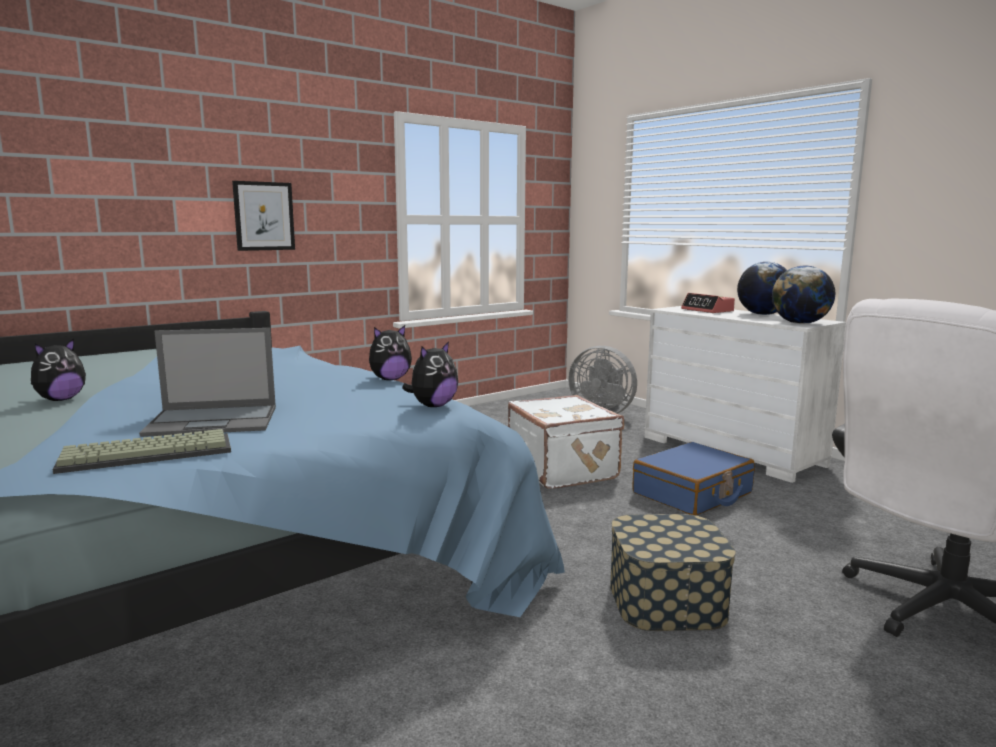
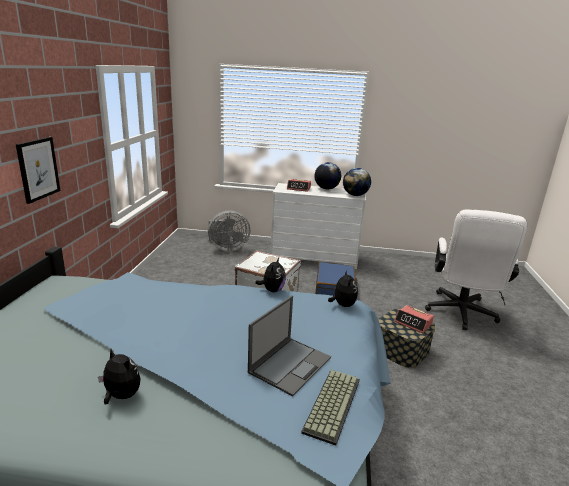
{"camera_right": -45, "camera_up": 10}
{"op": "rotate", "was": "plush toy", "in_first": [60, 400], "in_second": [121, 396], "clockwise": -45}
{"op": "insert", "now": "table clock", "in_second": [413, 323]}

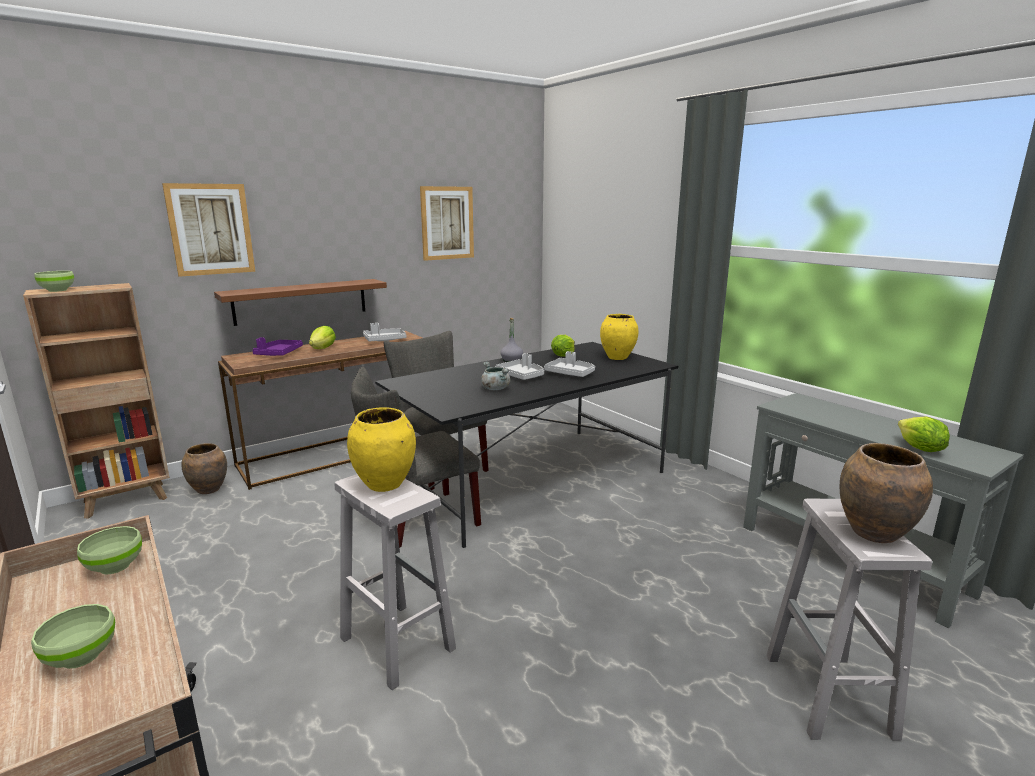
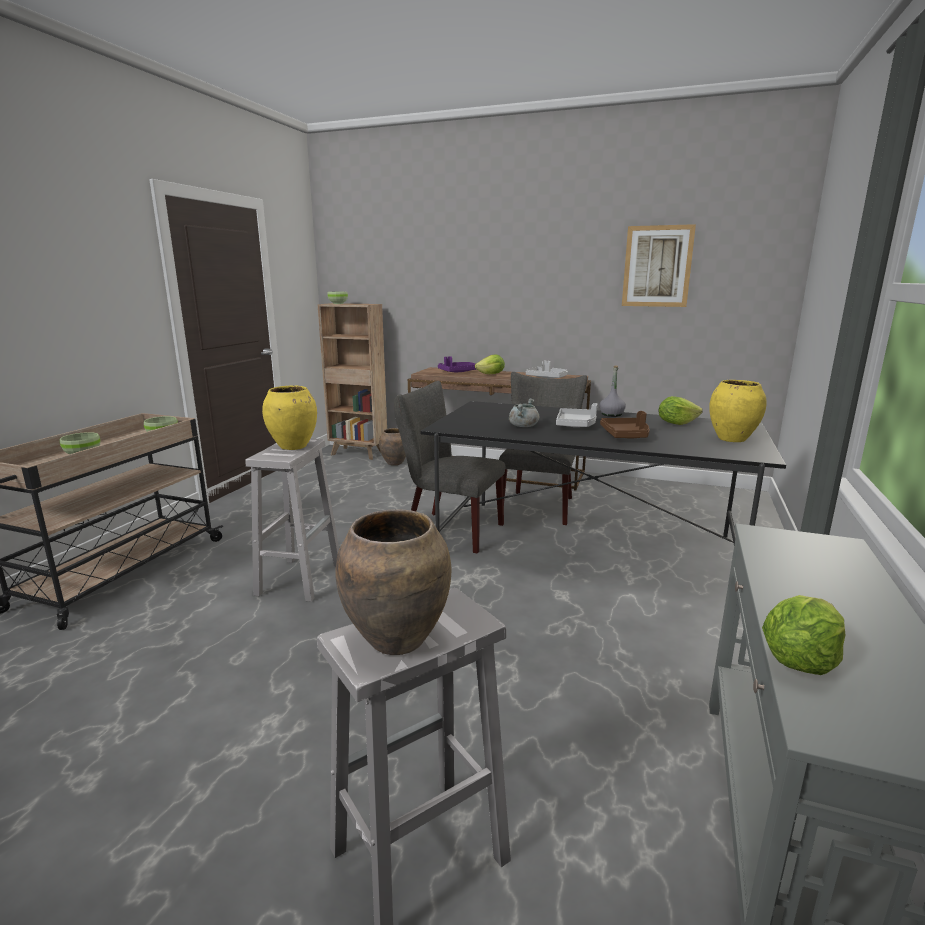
{"camera_right": 55, "camera_up": 0}
{"op": "recolor", "was": "gray tray", "now": "brown-coloured tray", "in_first": [570, 373], "in_second": [626, 435]}
{"op": "delete", "was": "wall picture", "in_first": [211, 229]}
{"op": "delete", "was": "brown-coloured wall shelf", "in_first": [301, 301]}

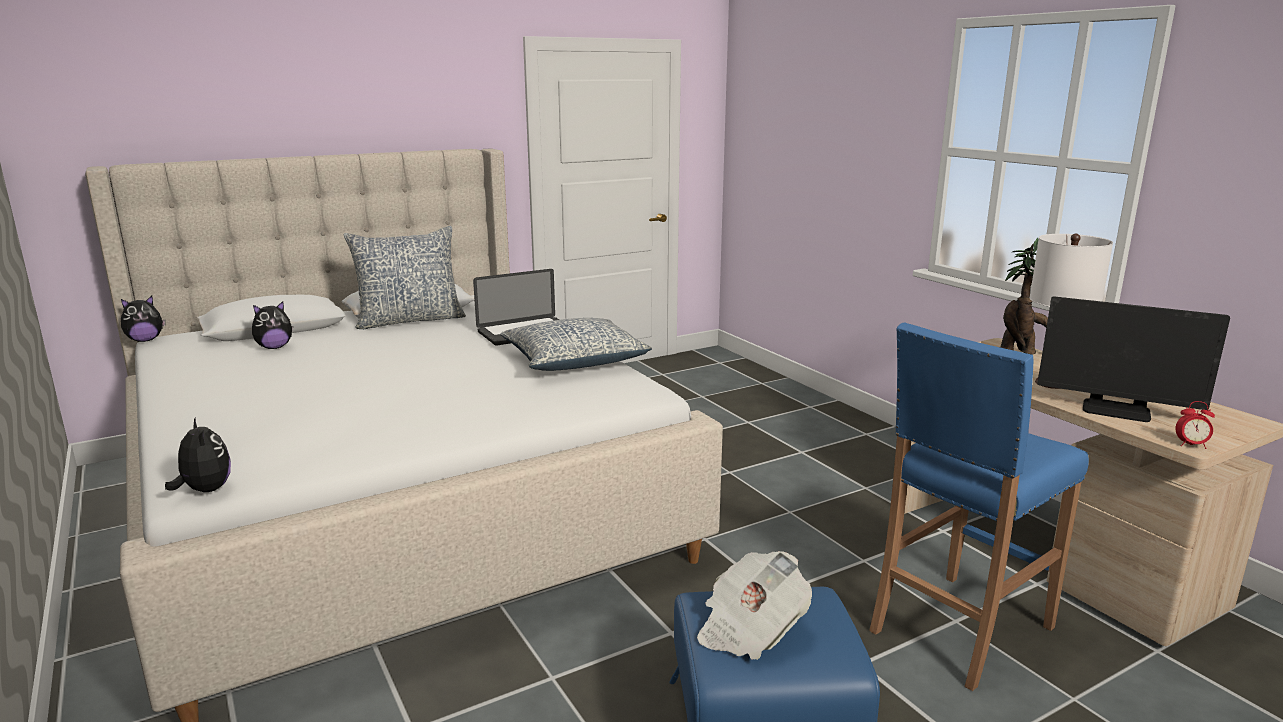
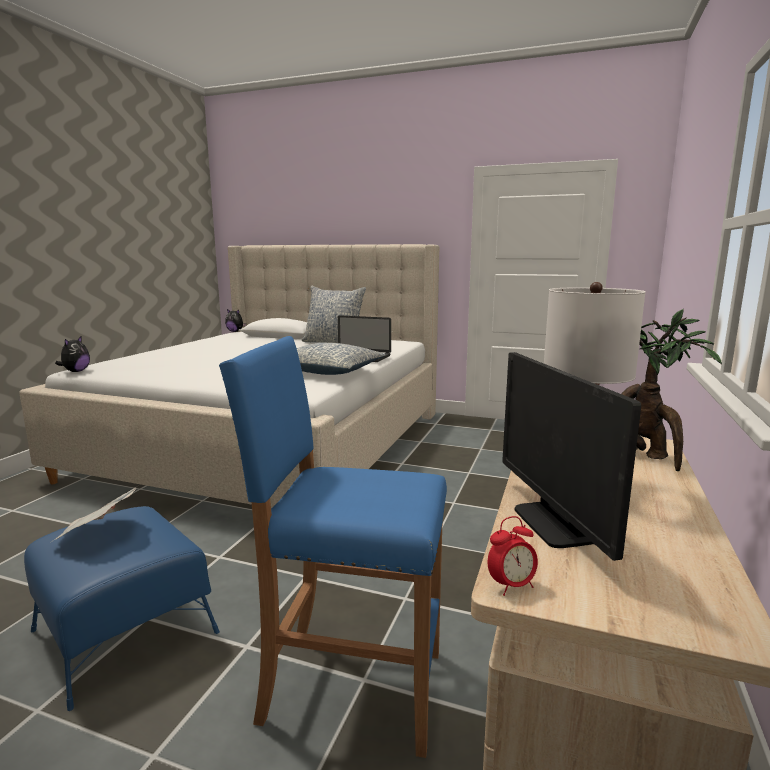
{"camera_right": 50, "camera_up": -5}
{"op": "rotate", "was": "table clock", "in_first": [1191, 445], "in_second": [511, 586], "clockwise": -90}
{"op": "delete", "was": "plush toy", "in_first": [274, 347]}

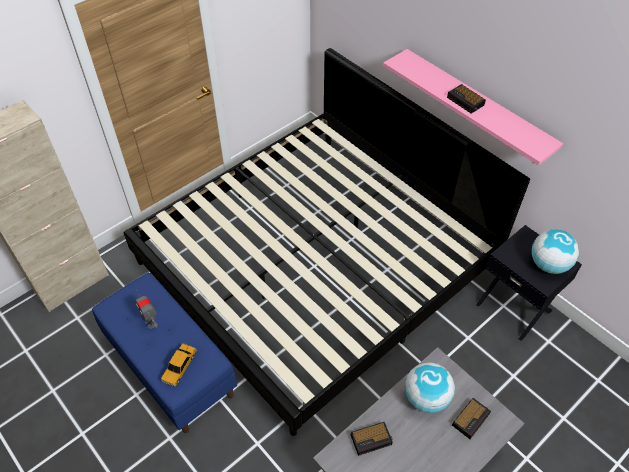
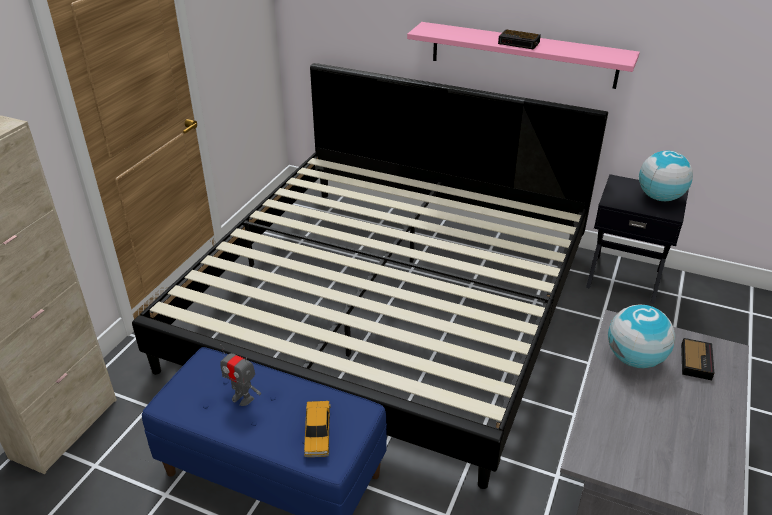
{"camera_right": -25, "camera_up": -15}
{"op": "delete", "was": "table clock", "in_first": [372, 439]}

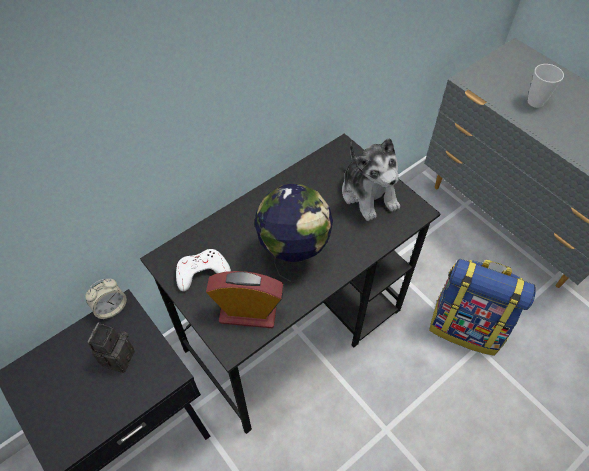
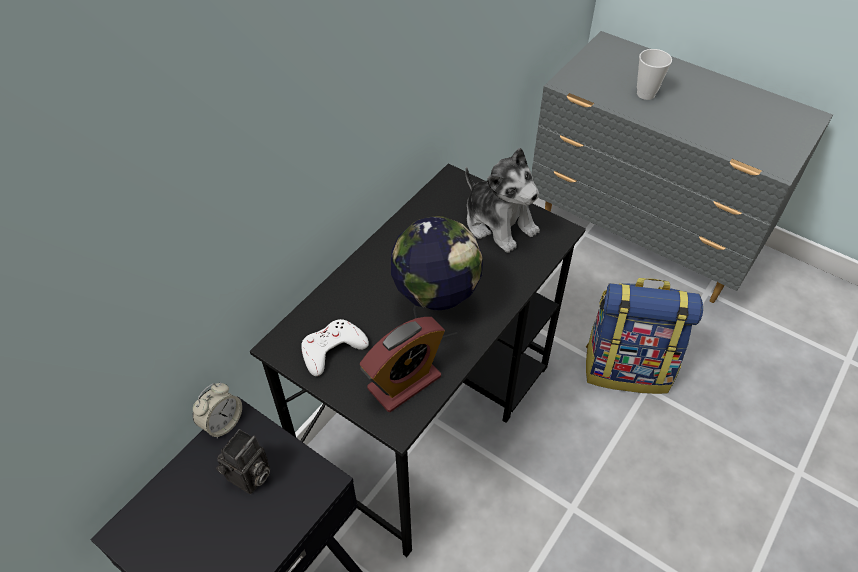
{"camera_right": -15, "camera_up": -5}
{"op": "rotate", "was": "photo camera", "in_first": [117, 356], "in_second": [249, 477], "clockwise": -150}
{"op": "rotate", "was": "table clock", "in_first": [248, 312], "in_second": [404, 382], "clockwise": 150}

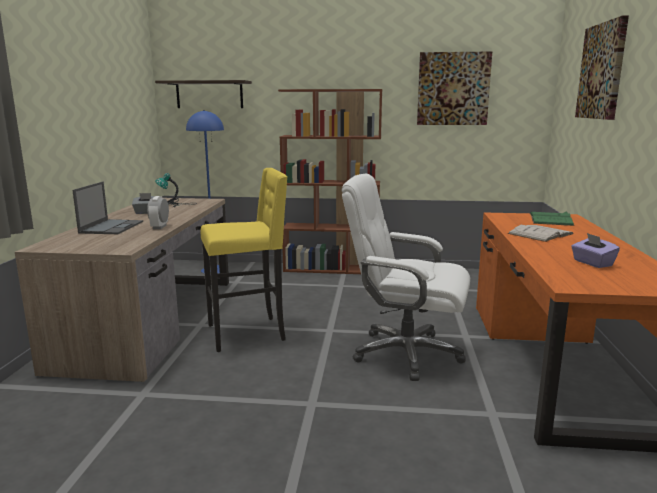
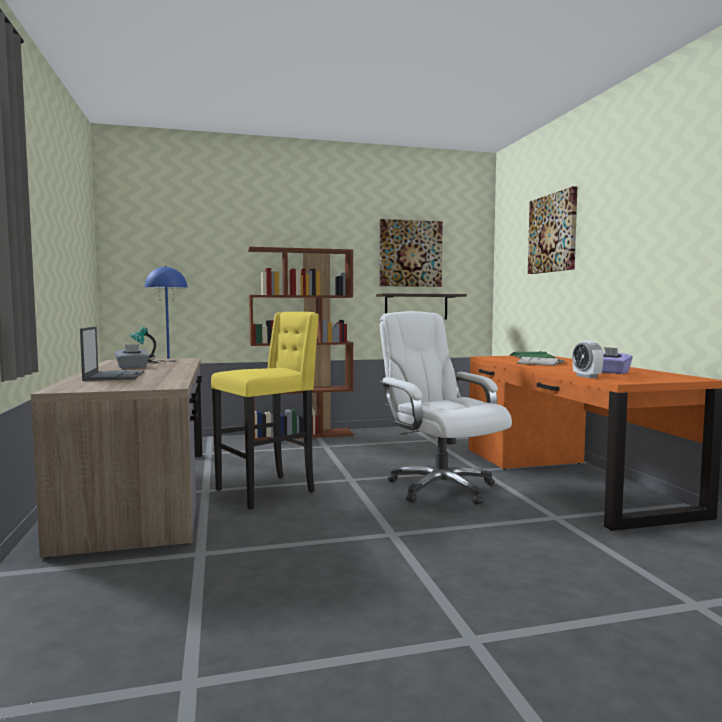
{"camera_right": -20, "camera_up": -10}
{"op": "move", "was": "wall shelf", "in_first": [209, 94], "in_second": [416, 307]}
{"op": "rotate", "was": "white-coloured desk chair", "in_first": [405, 353], "in_second": [440, 487], "clockwise": 60}
{"op": "move", "was": "table clock", "in_first": [159, 227], "in_second": [586, 376]}

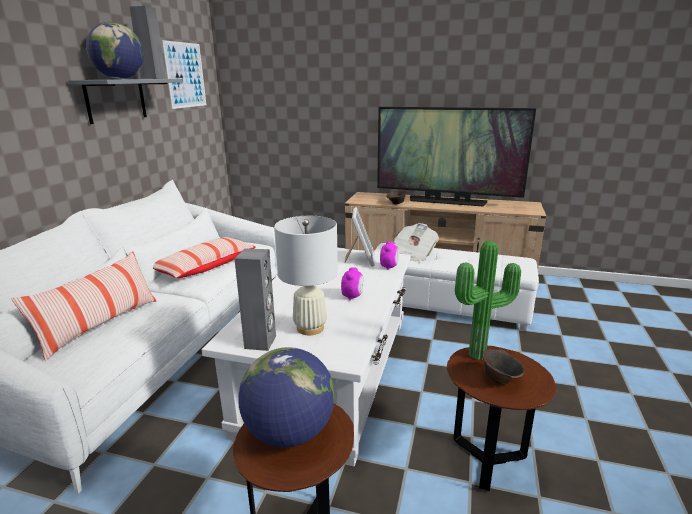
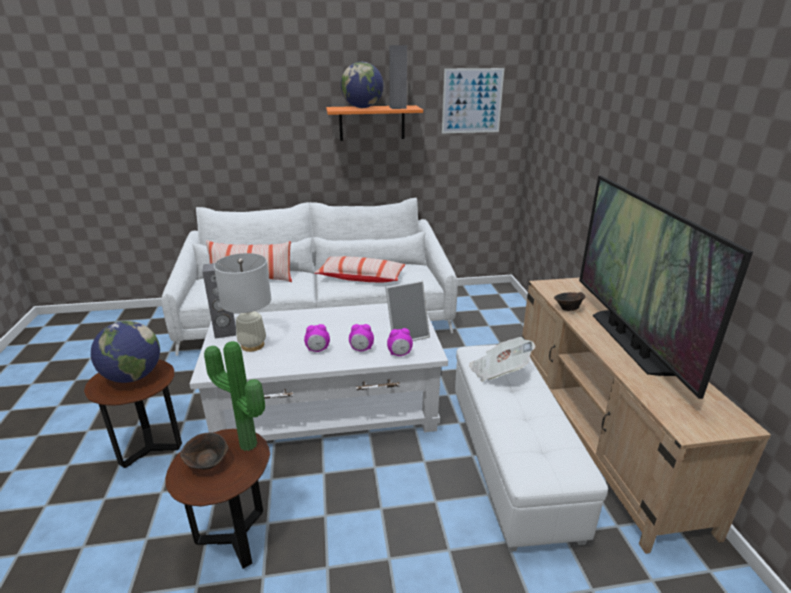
{"camera_right": 65, "camera_up": 5}
{"op": "recolor", "was": "gray wall shelf", "now": "orangey wall shelf", "in_first": [116, 100], "in_second": [372, 123]}
{"op": "insert", "now": "table clock", "in_second": [361, 349]}

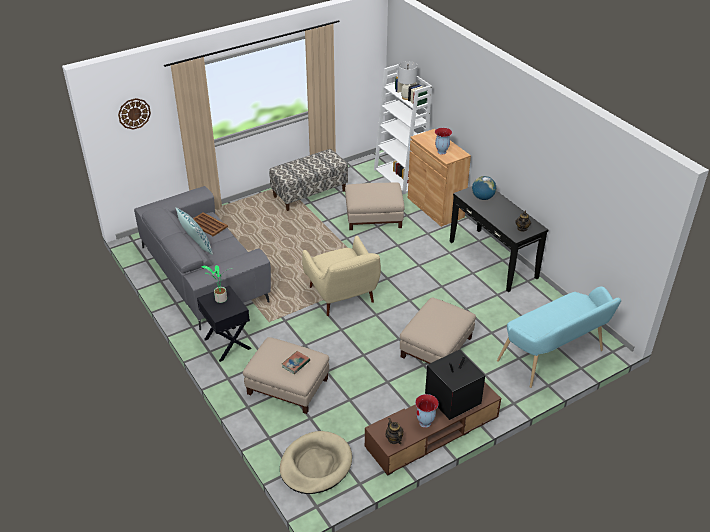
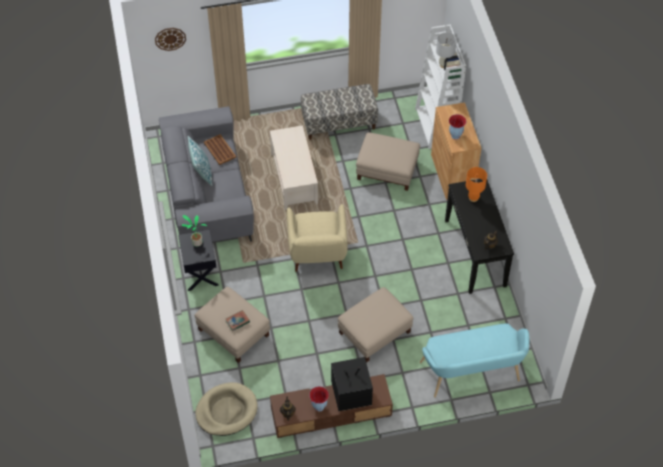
{"camera_right": 20, "camera_up": 15}
{"op": "insert", "now": "sand-coloured lounge table", "in_second": [294, 178]}
{"op": "replace", "was": "globe", "now": "orangey tabletop lamp", "in_first": [483, 198], "in_second": [473, 198]}

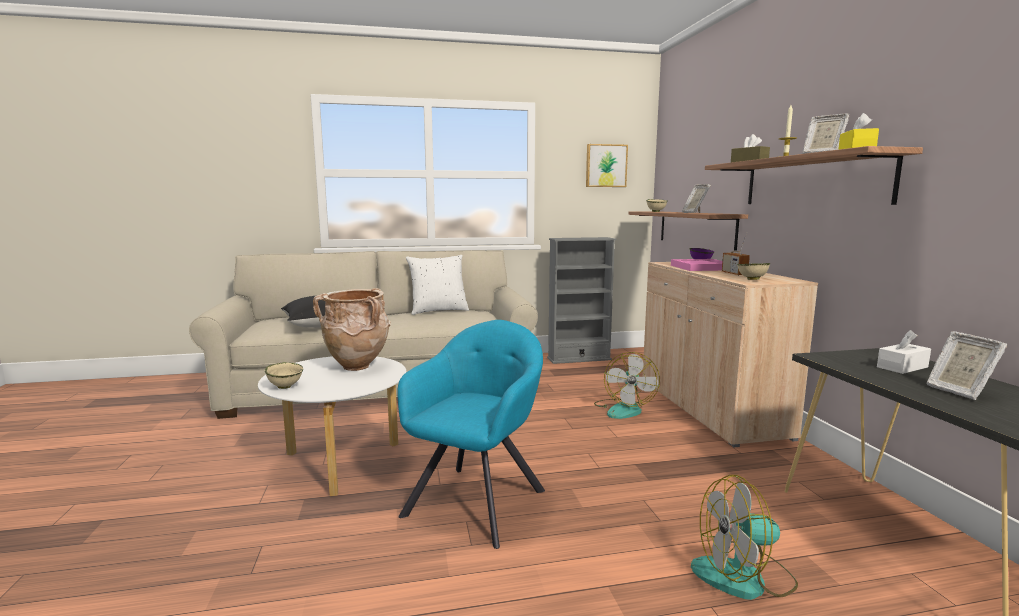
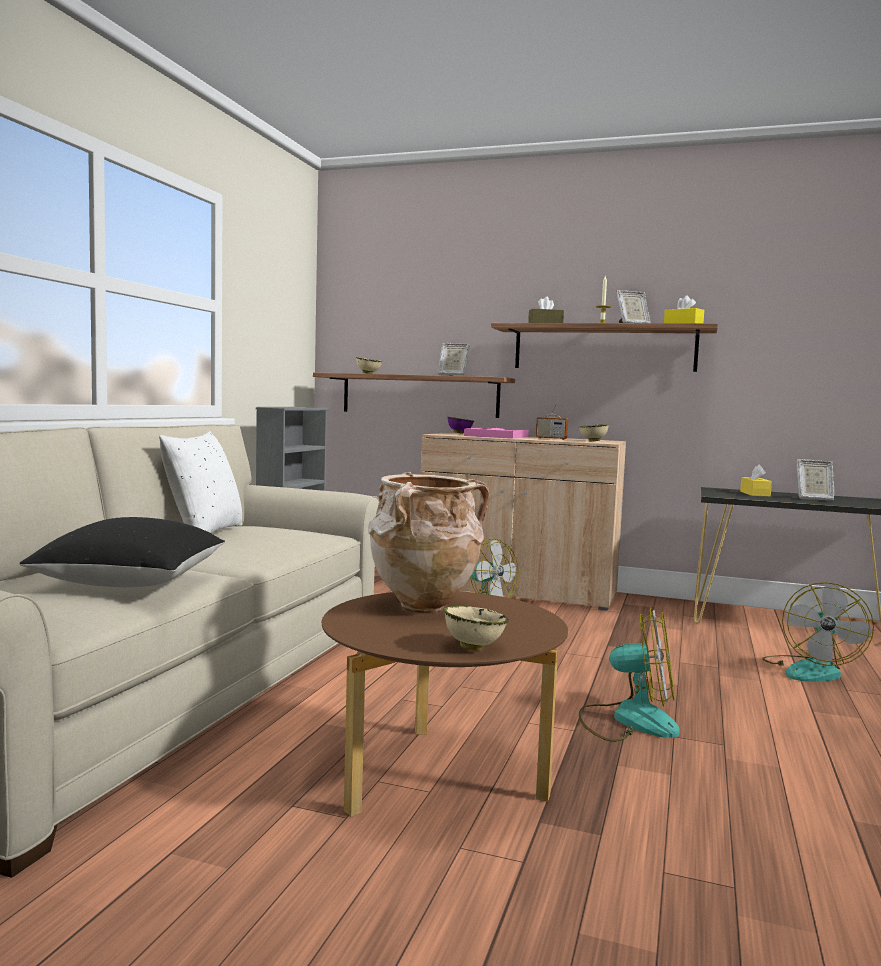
{"camera_right": -60, "camera_up": -5}
{"op": "recolor", "was": "white-coloured lounge table", "now": "brown-coloured lounge table", "in_first": [341, 462], "in_second": [439, 777]}
{"op": "replace", "was": "turquoise-coloured lounge chair", "now": "fan", "in_first": [478, 499], "in_second": [629, 720]}
{"op": "recolor", "was": "white-coloured tissue holder", "now": "yellow-coloured tissue holder", "in_first": [902, 367], "in_second": [755, 494]}
{"op": "delete", "was": "wall picture", "in_first": [605, 166]}

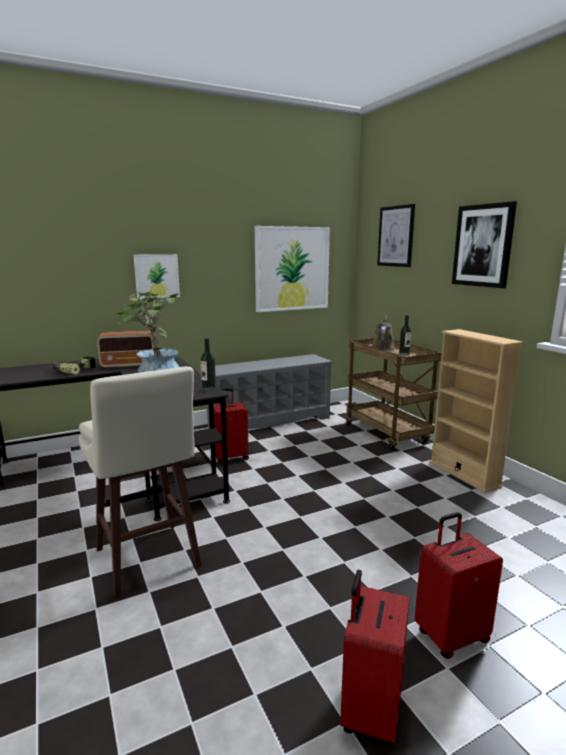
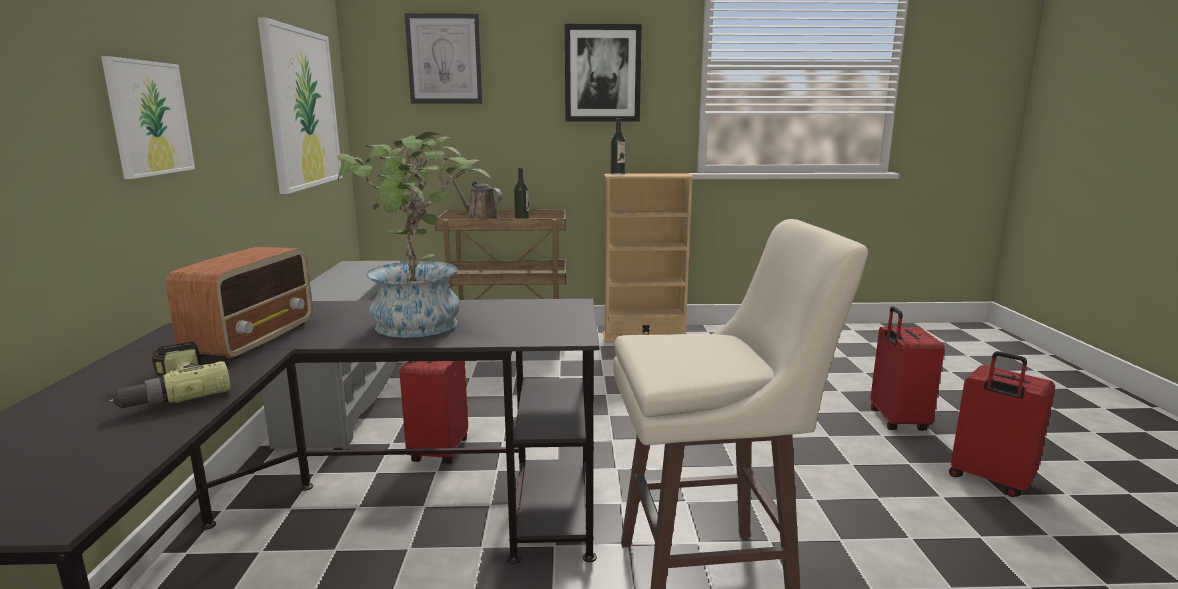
{"camera_right": -65, "camera_up": 0}
{"op": "move", "was": "drink bottle", "in_first": [209, 389], "in_second": [617, 174]}

